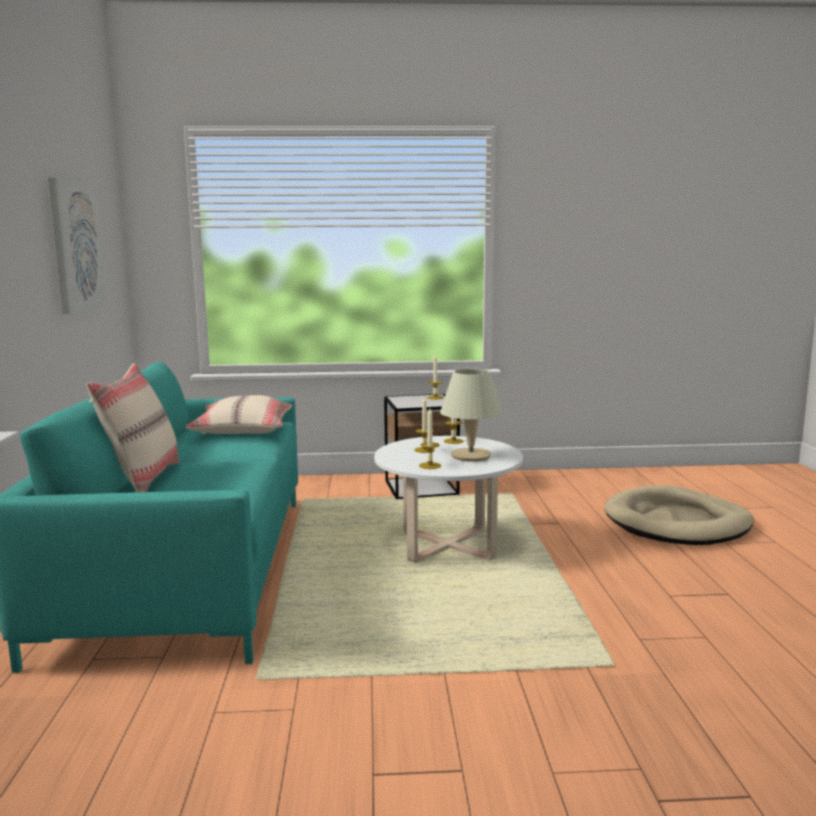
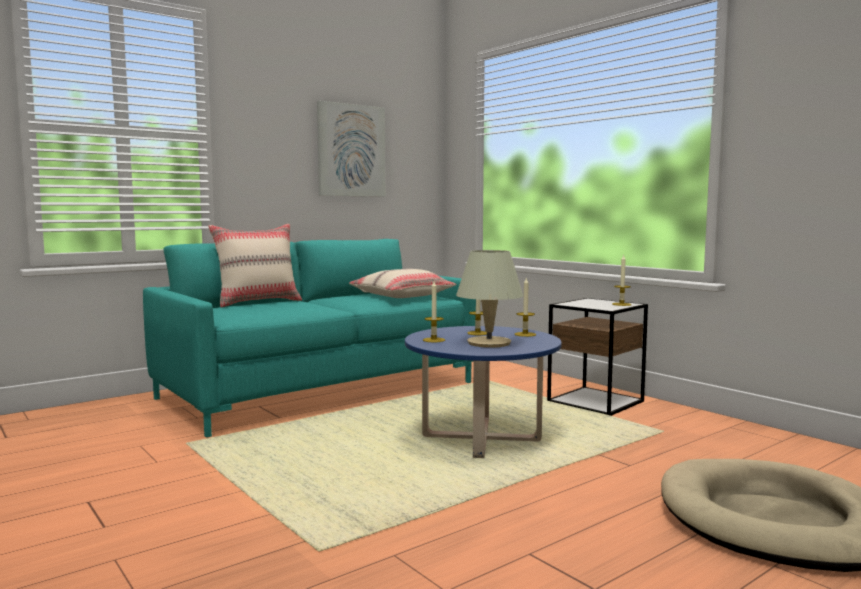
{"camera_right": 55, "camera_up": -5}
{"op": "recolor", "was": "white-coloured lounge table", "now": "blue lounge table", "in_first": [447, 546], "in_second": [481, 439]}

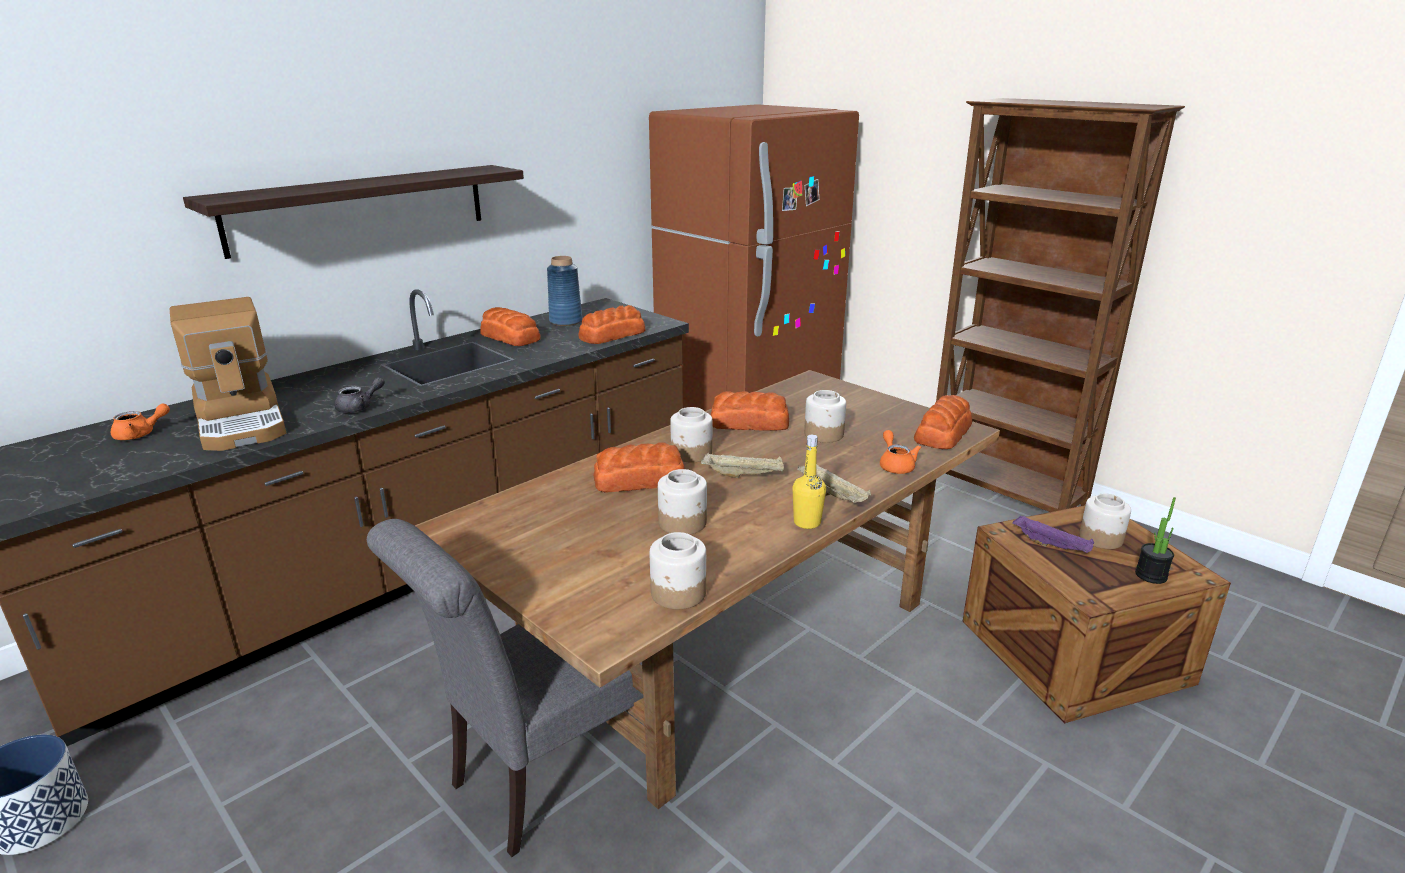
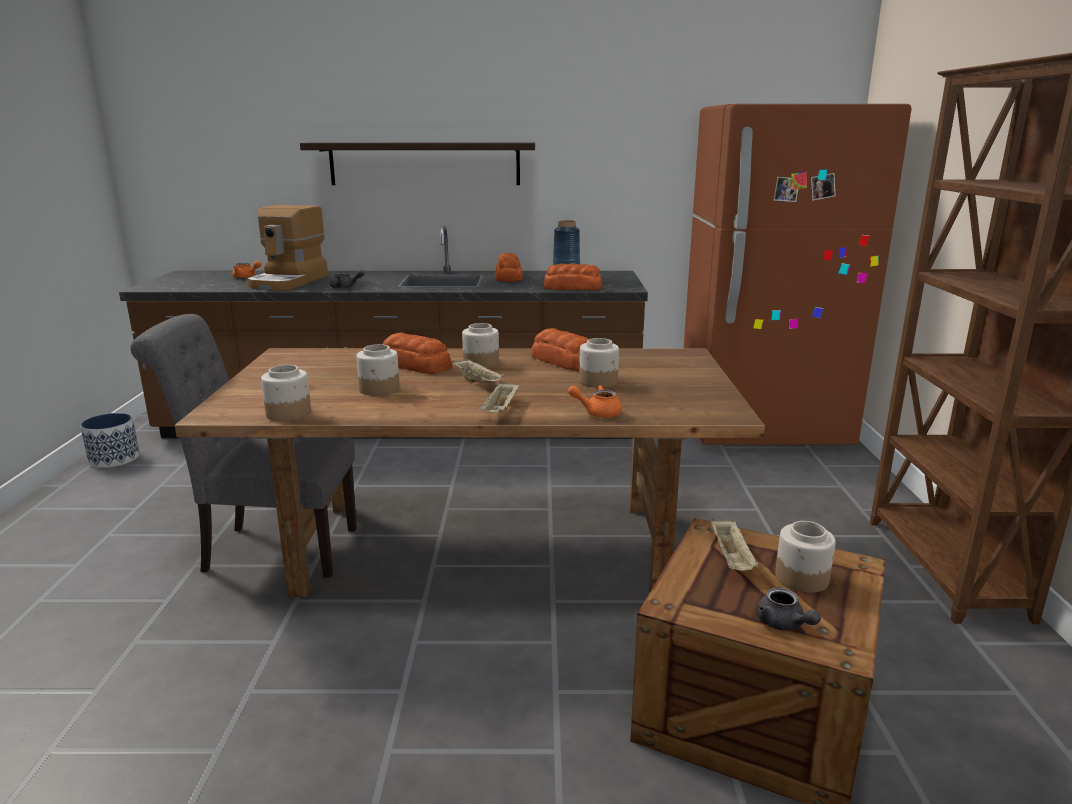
{"camera_right": 45, "camera_up": -5}
{"op": "rotate", "was": "orangey tea pot", "in_first": [895, 465], "in_second": [597, 413], "clockwise": -120}
{"op": "recolor", "was": "purplish tray", "now": "sand-coloured tray", "in_first": [1052, 546], "in_second": [731, 559]}
{"op": "replace", "was": "plant in a pot", "now": "gray tea pot", "in_first": [1151, 575], "in_second": [783, 624]}
{"op": "delete", "was": "yellow-coloured drink bottle", "in_first": [807, 522]}
{"op": "delete", "was": "bakery bread", "in_first": [943, 433]}

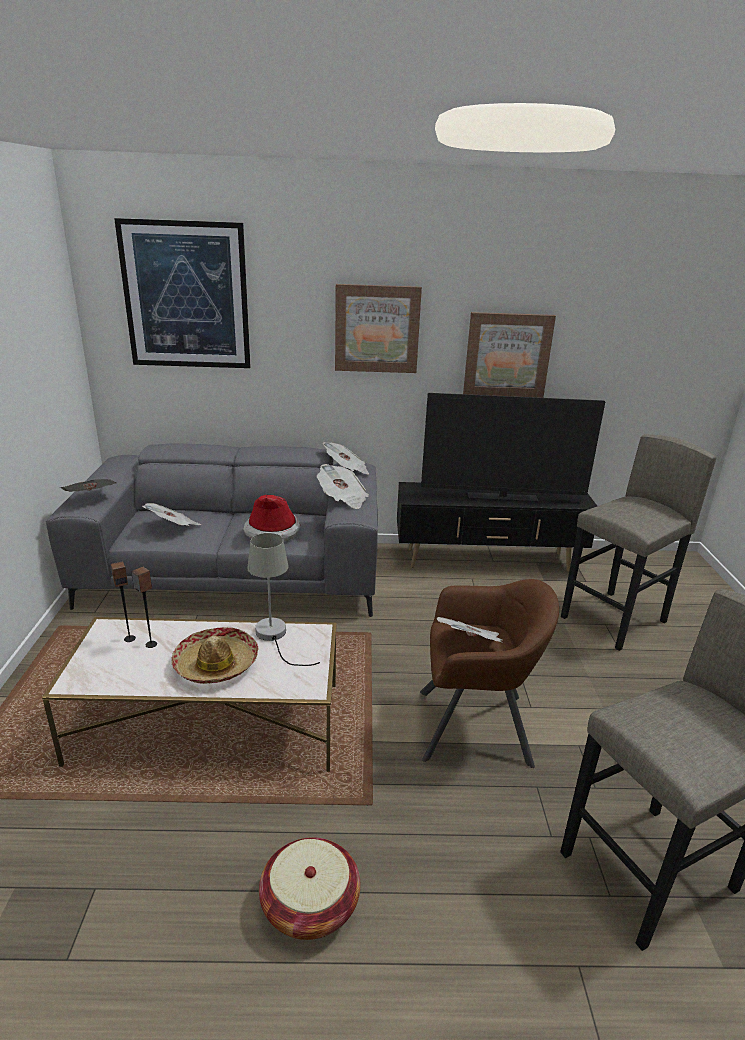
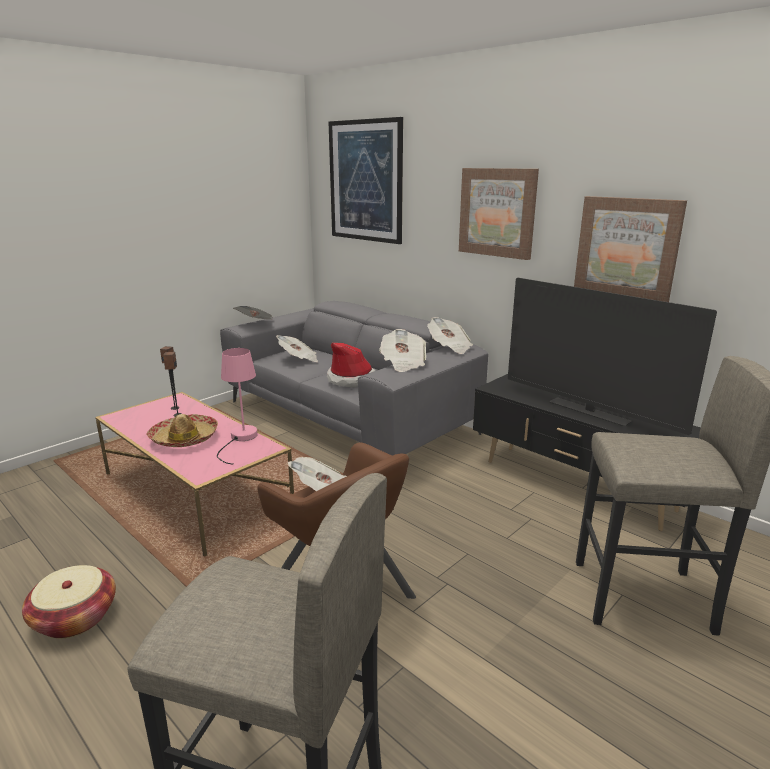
{"camera_right": 45, "camera_up": -5}
{"op": "recolor", "was": "white-coloured lounge table", "now": "pinkish lounge table", "in_first": [209, 723], "in_second": [196, 492]}
{"op": "recolor", "was": "gray tabletop lamp", "now": "pinkish tabletop lamp", "in_first": [275, 636], "in_second": [240, 439]}

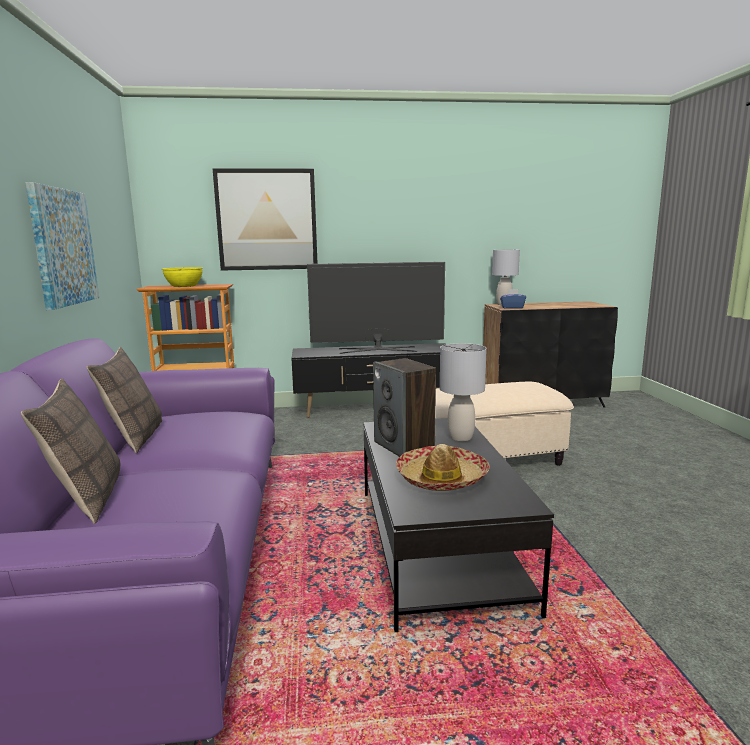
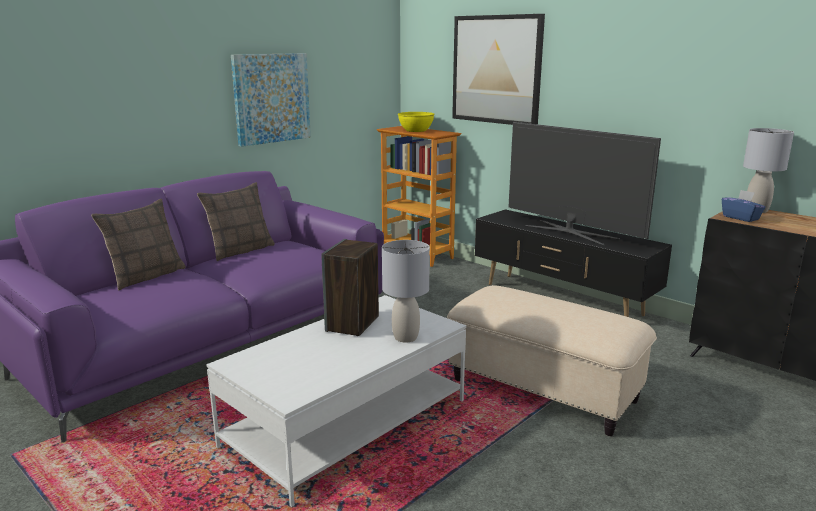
{"camera_right": 50, "camera_up": 5}
{"op": "recolor", "was": "black-coloured lounge table", "now": "white-coloured lounge table", "in_first": [436, 545], "in_second": [347, 423]}
{"op": "delete", "was": "hat", "in_first": [441, 478]}

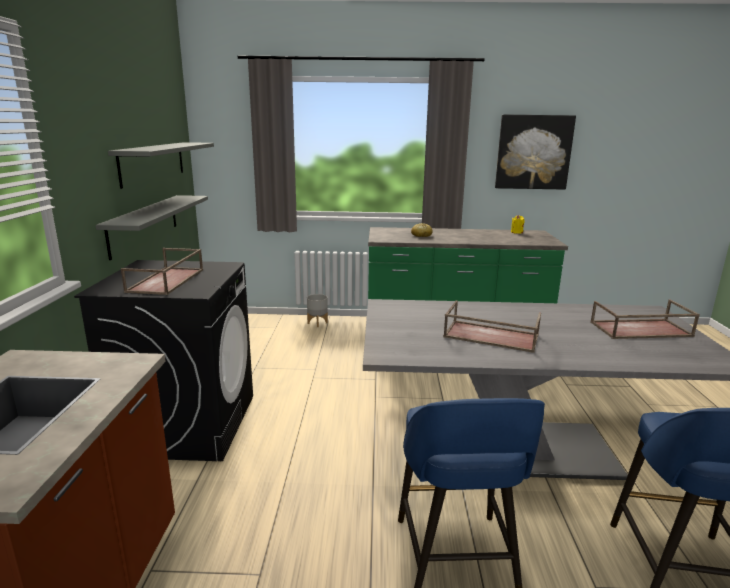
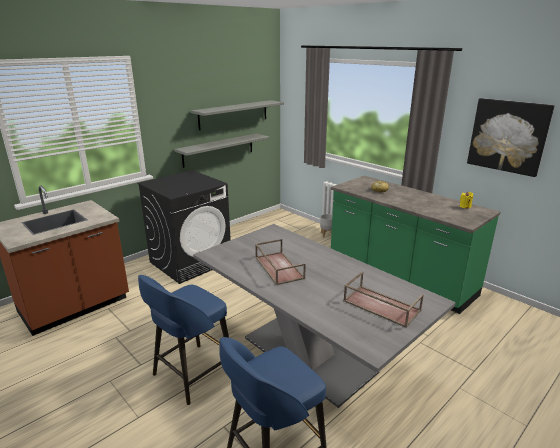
{"camera_right": 45, "camera_up": 5}
{"op": "delete", "was": "brown-coloured tray", "in_first": [167, 281]}

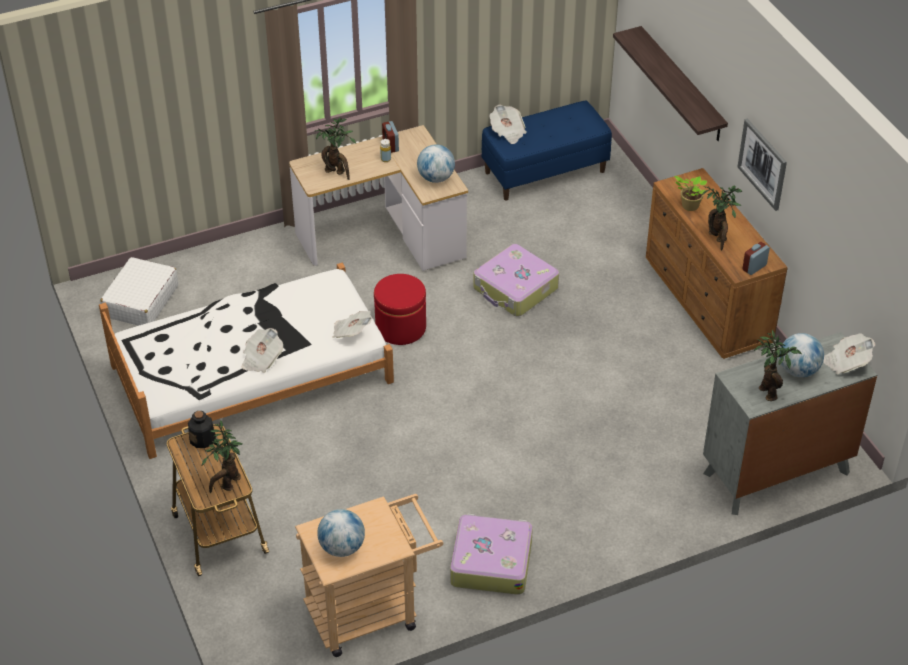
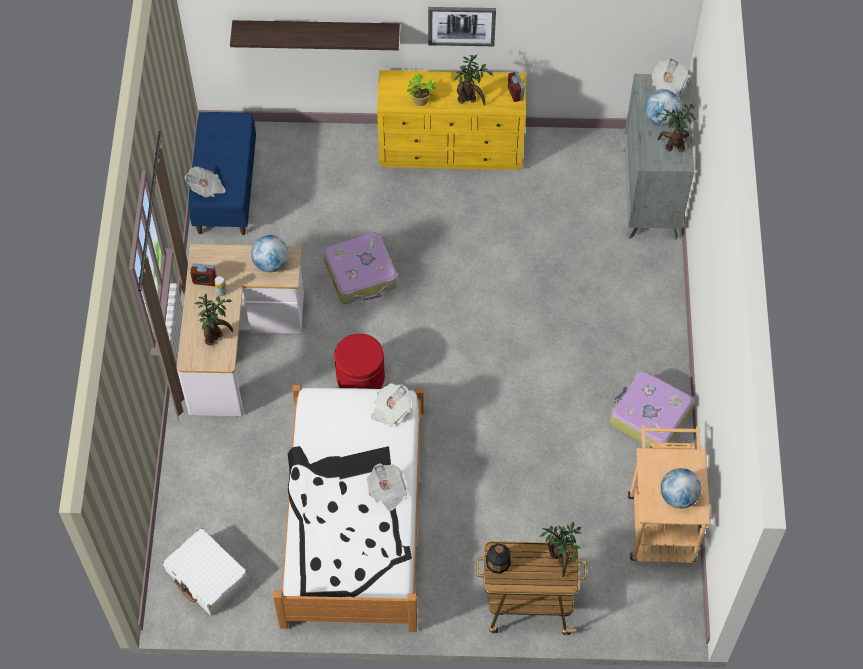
{"camera_right": -65, "camera_up": 15}
{"op": "recolor", "was": "brown-coloured chest of drawers", "now": "yellow-coloured chest of drawers", "in_first": [707, 302], "in_second": [452, 149]}

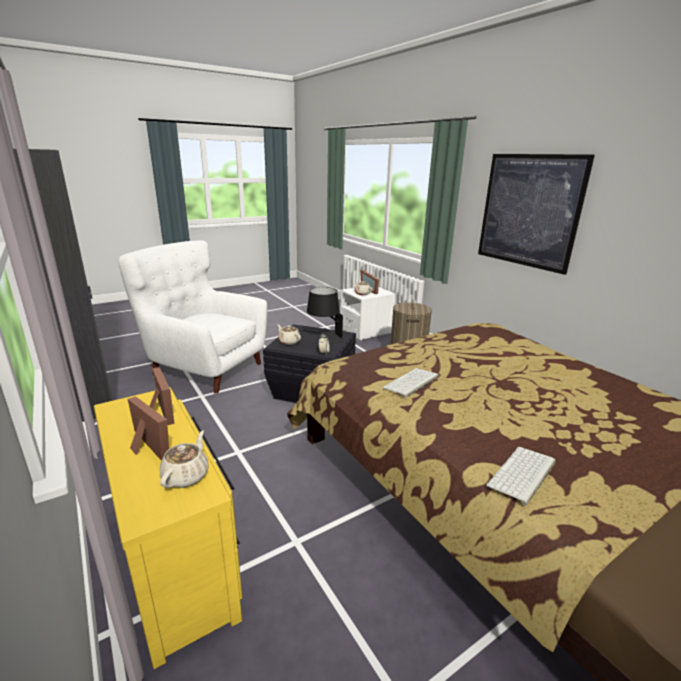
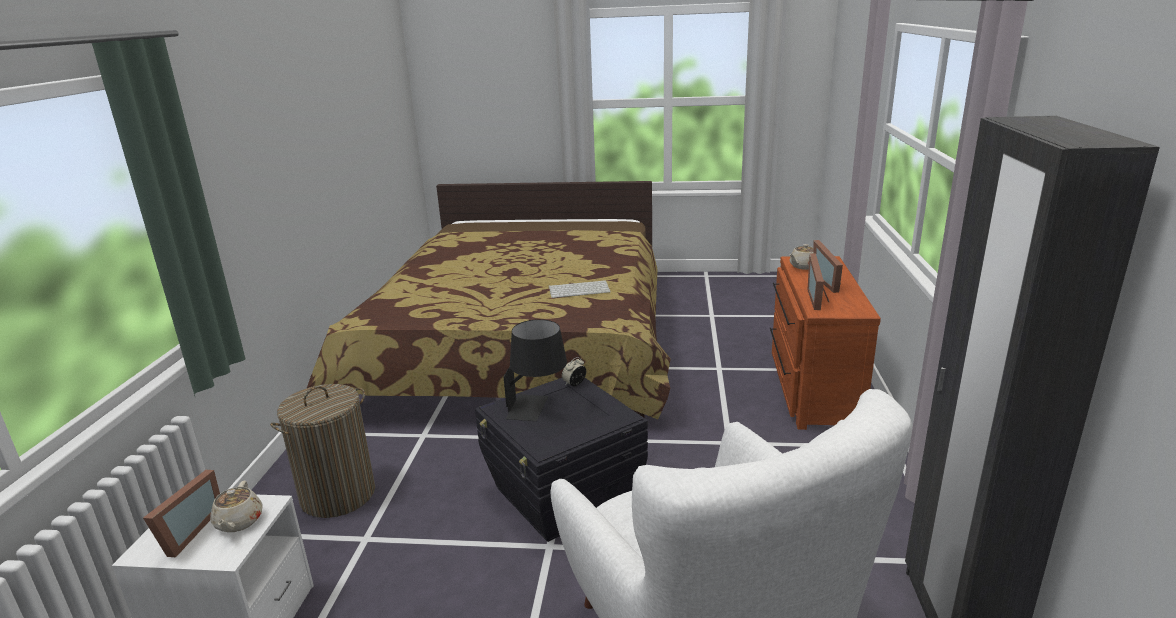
{"camera_right": -140, "camera_up": 0}
{"op": "recolor", "was": "yellow-coloured chest of drawers", "now": "brown-coloured chest of drawers", "in_first": [178, 555], "in_second": [810, 387]}
{"op": "delete", "was": "sand-coloured tea pot", "in_first": [289, 341]}
{"op": "delete", "was": "wall picture", "in_first": [529, 211]}
{"op": "delete", "was": "PC keyboard", "in_first": [523, 475]}

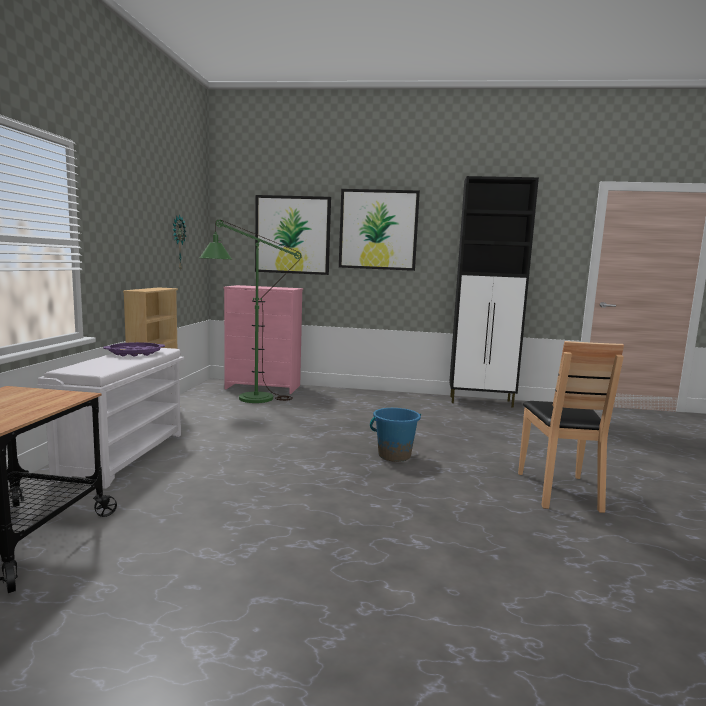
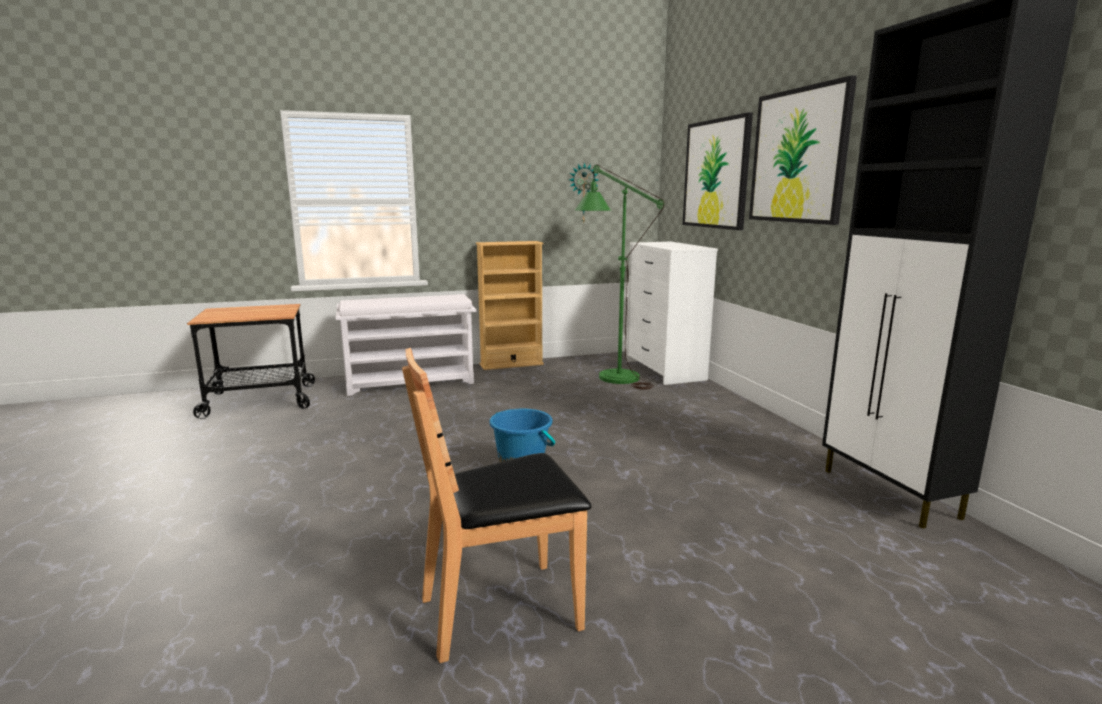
{"camera_right": 65, "camera_up": 5}
{"op": "recolor", "was": "pinkish chest of drawers", "now": "white-coloured chest of drawers", "in_first": [263, 387], "in_second": [664, 370]}
{"op": "delete", "was": "purplish tray", "in_first": [135, 353]}

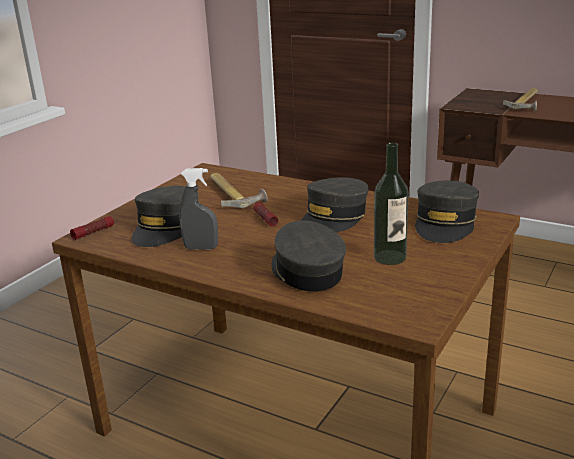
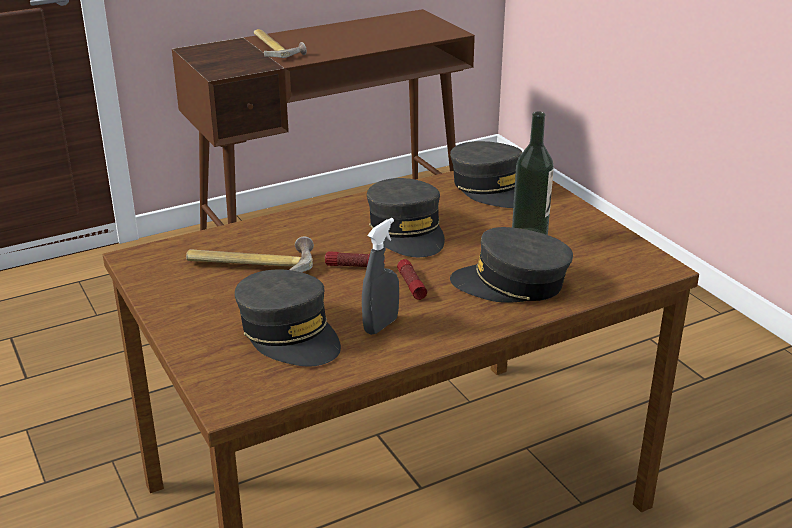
{"camera_right": -60, "camera_up": 5}
{"op": "move", "was": "hand torch", "in_first": [93, 232], "in_second": [411, 285]}

